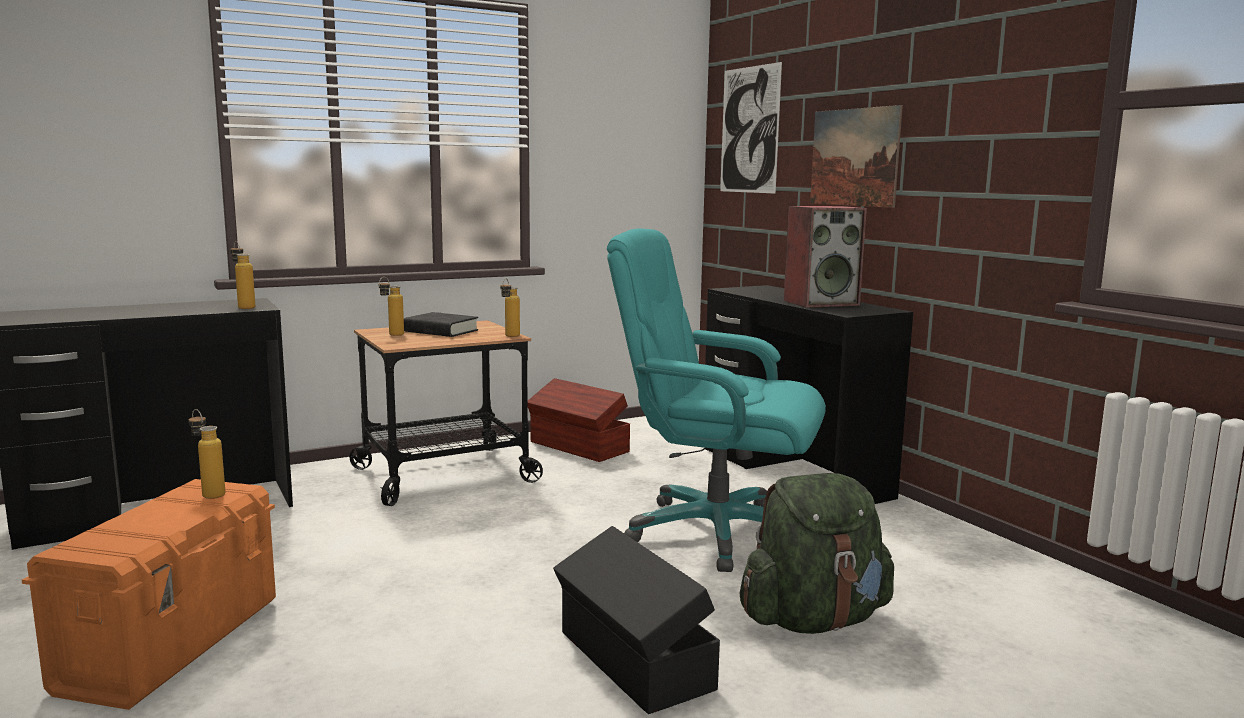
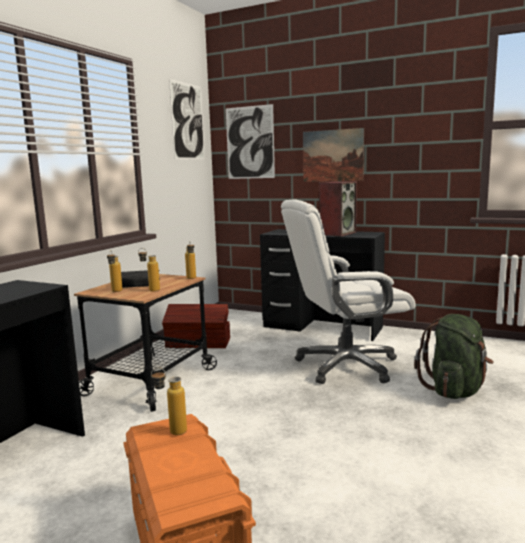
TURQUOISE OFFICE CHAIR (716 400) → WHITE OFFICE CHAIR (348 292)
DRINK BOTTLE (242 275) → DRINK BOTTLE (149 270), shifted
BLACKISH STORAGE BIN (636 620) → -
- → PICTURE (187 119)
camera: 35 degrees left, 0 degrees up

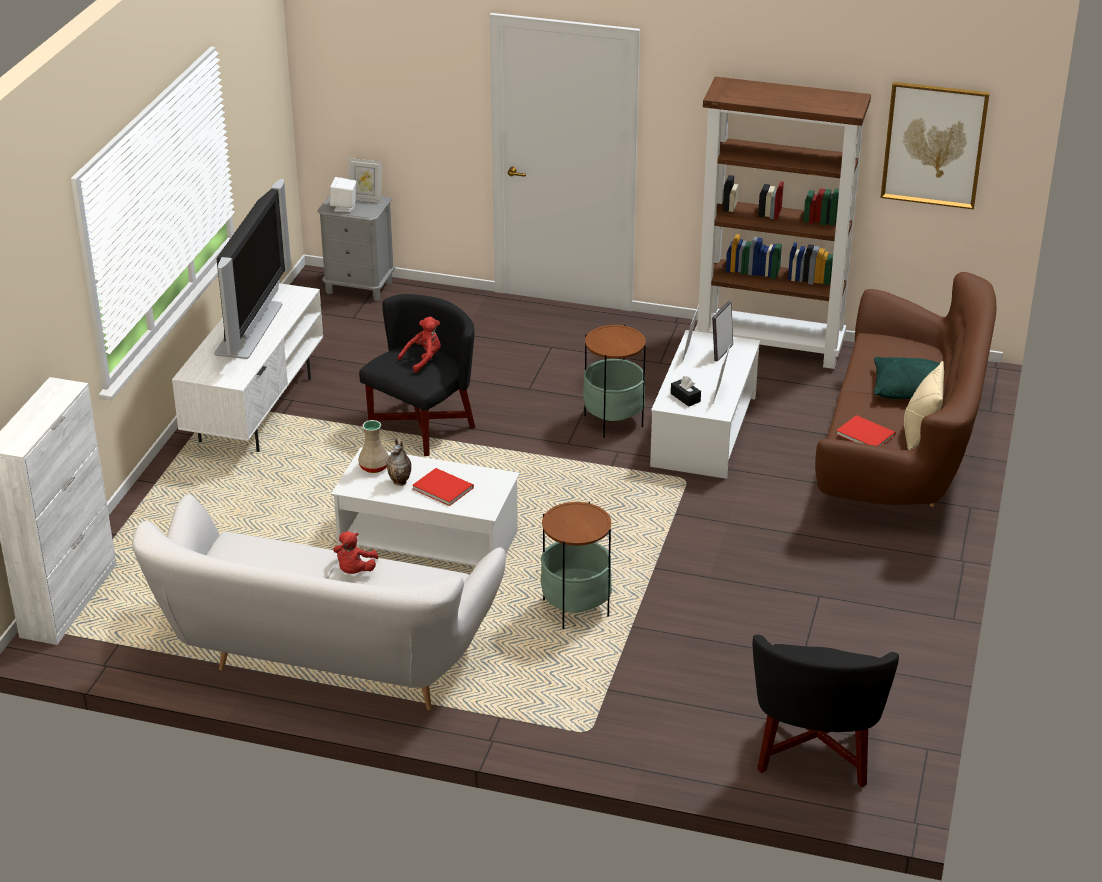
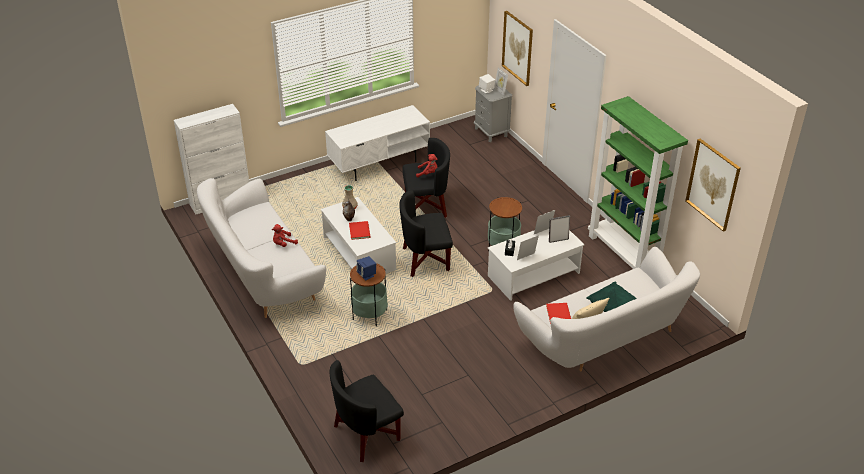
BROWNISH SHELVING UNIT (782 223) → GREEN SHELVING UNIT (638 182)
TV (252 269) → -
BROWNISH SETTEE (905 389) → WHITE SETTEE (606 309)
- → PICTURE (517 48)
- → BLACKISH LOUNGE CHAIR (426 233)
- → BLUE-COLOURED AUDIO SPEAKER (366 268)
camera: 45 degrees right, 5 degrees up

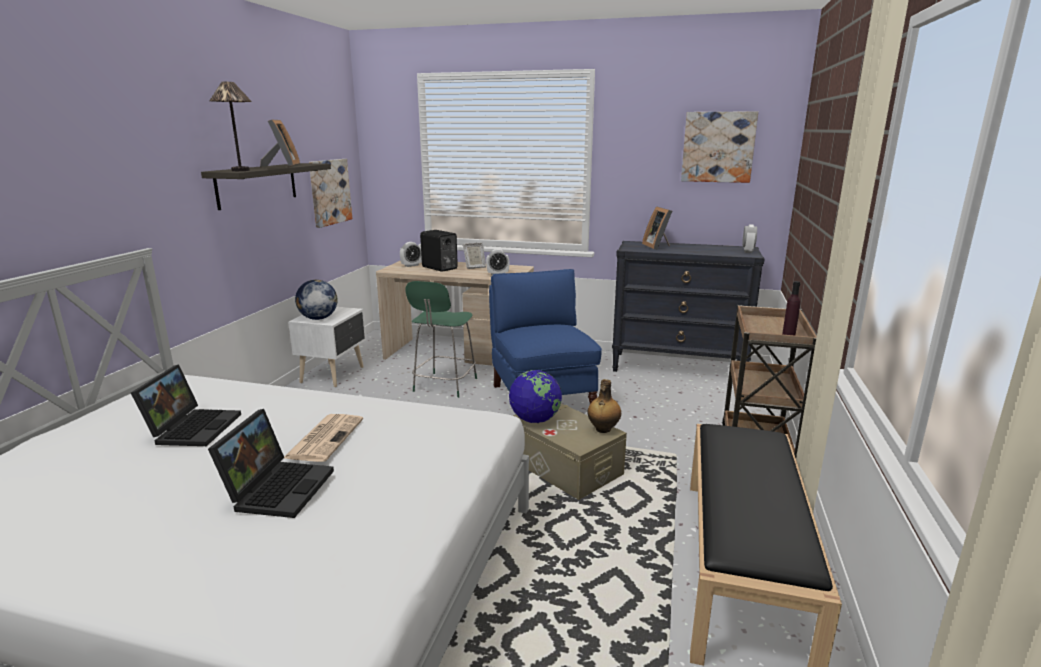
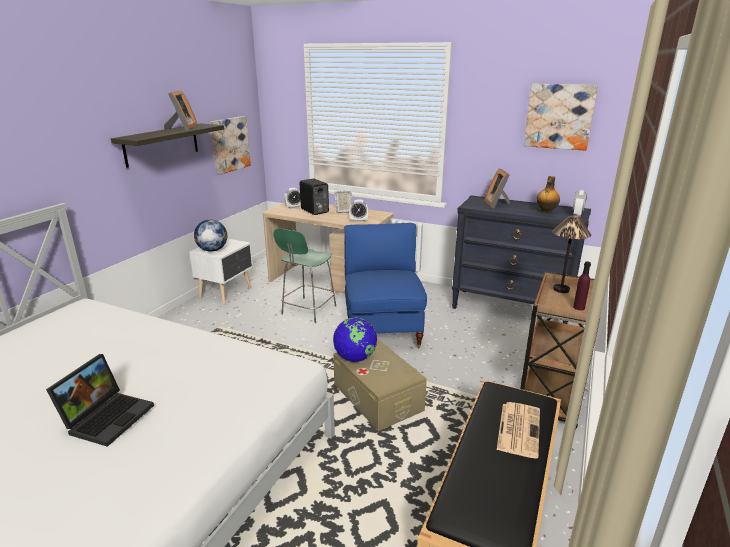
TABLETOP LAMP (230 126) → TABLETOP LAMP (571 254), shifted
LAPTOP (186 405) → -
DRINK BOTTLE (604 406) → DRINK BOTTLE (548 194), shifted
PRINTED PAPER (323 438) → PRINTED PAPER (518 430), shifted
camera: 10 degrees right, 5 degrees up

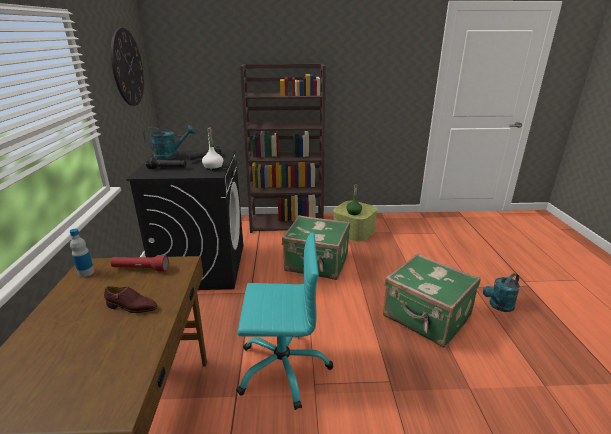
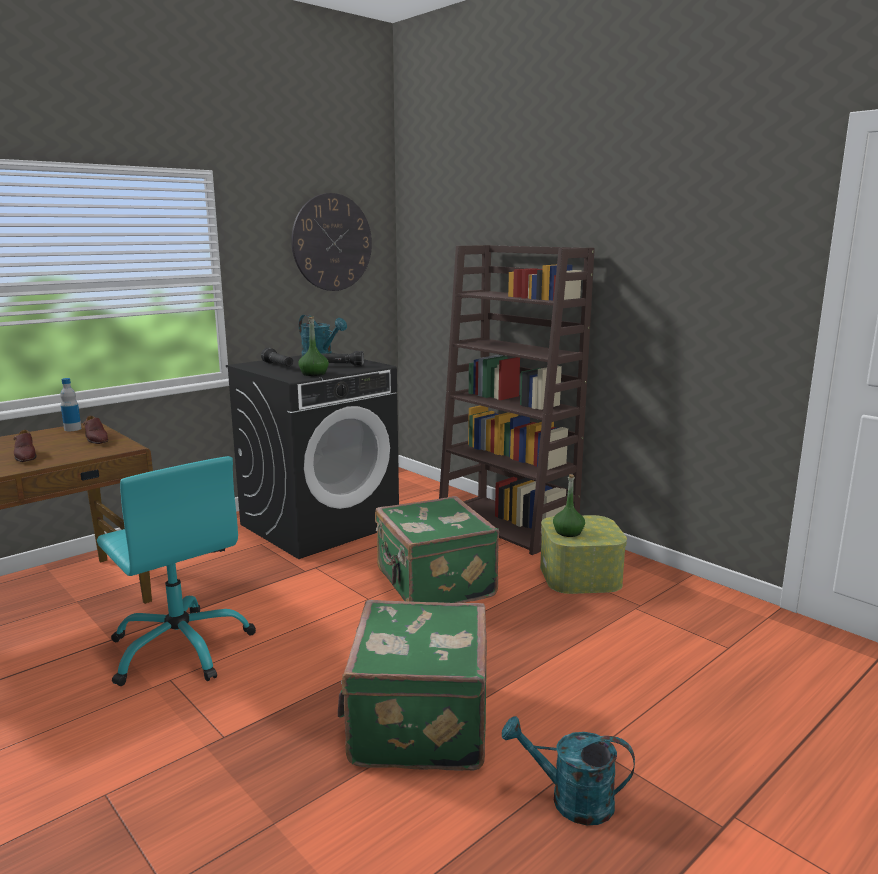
WHITE DRINK BOTTLE (212 149) → GREEN DRINK BOTTLE (313 346)
RED-COLOURED HAND TORCH (140 263) → BROWNISH SHOE (95 430)
camera: 50 degrees right, 10 degrees down

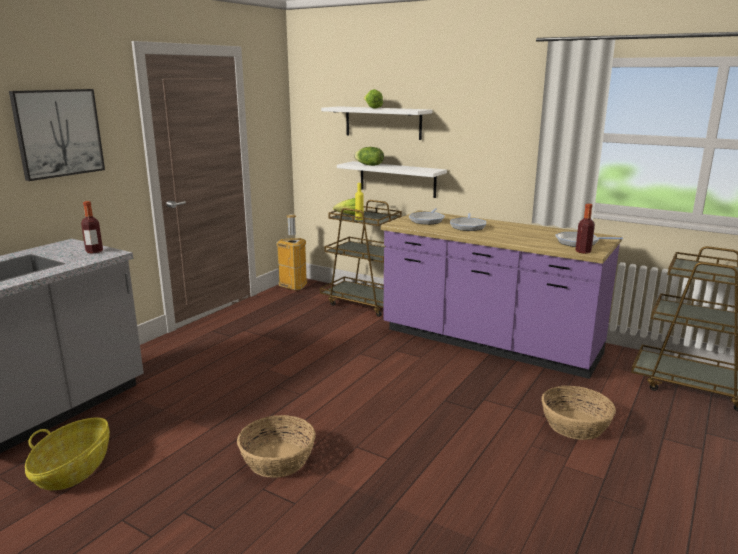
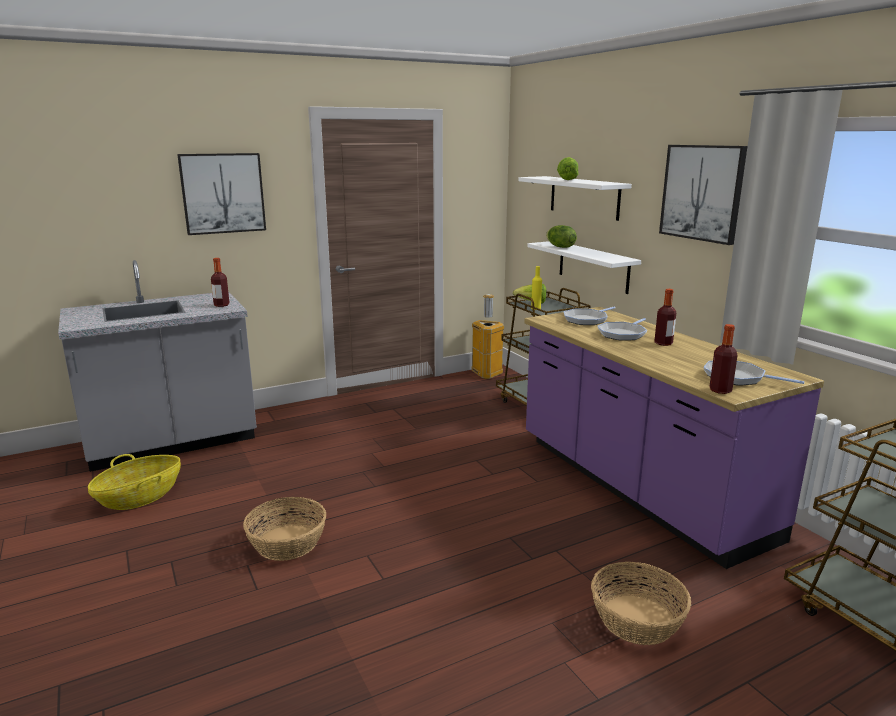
- → PICTURE (703 195)
- → DRINK BOTTLE (665 317)
camera: 30 degrees right, 0 degrees up

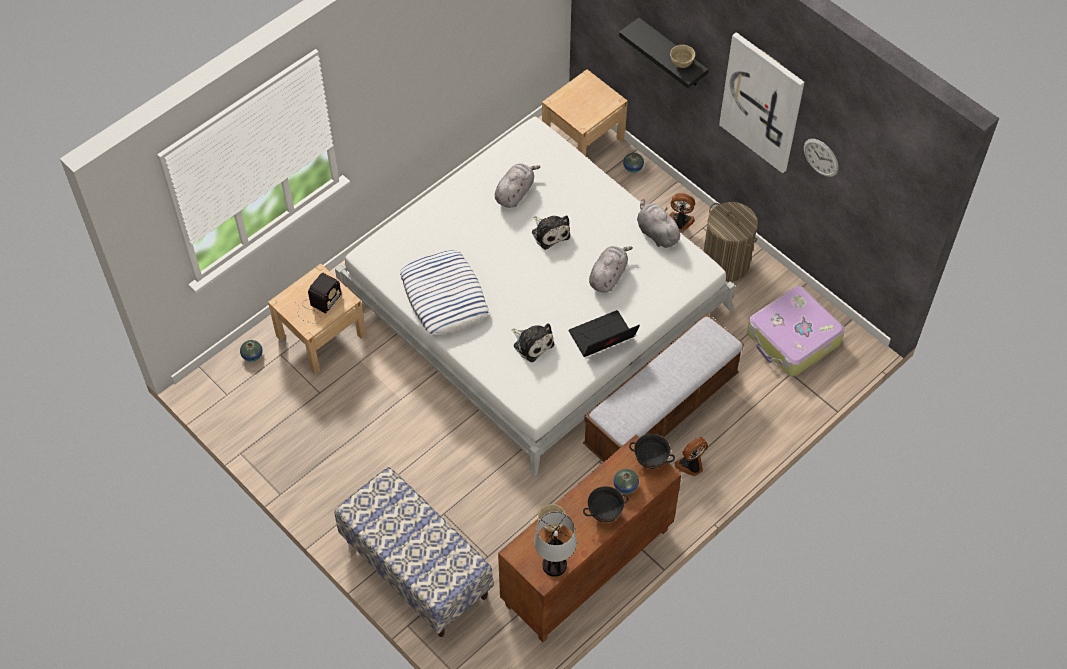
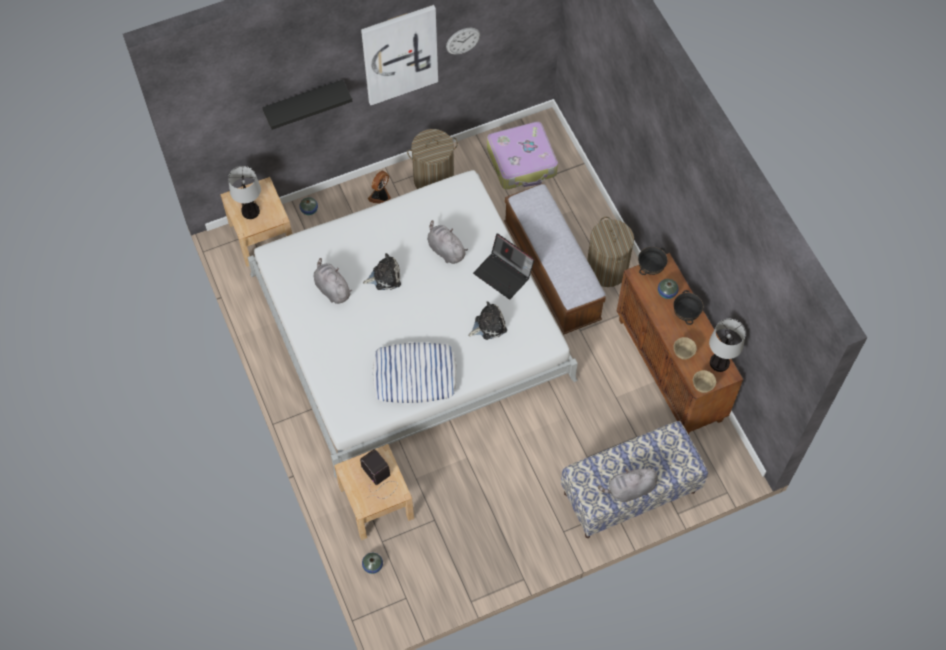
SAND-COLOURED BOWL (682 56) → SAND-COLOURED BOWL (704 381), shifted
GREY SOFT TOY (660 223) → GREY SOFT TOY (628 484), shifted
LAPTOP (604 333) → LAPTOP (504 266), 45 degrees counterclockwise
FAN (691 457) → HAMPER (610 252)
- → TABLETOP LAMP (244 192)
camera: 70 degrees left, 5 degrees up

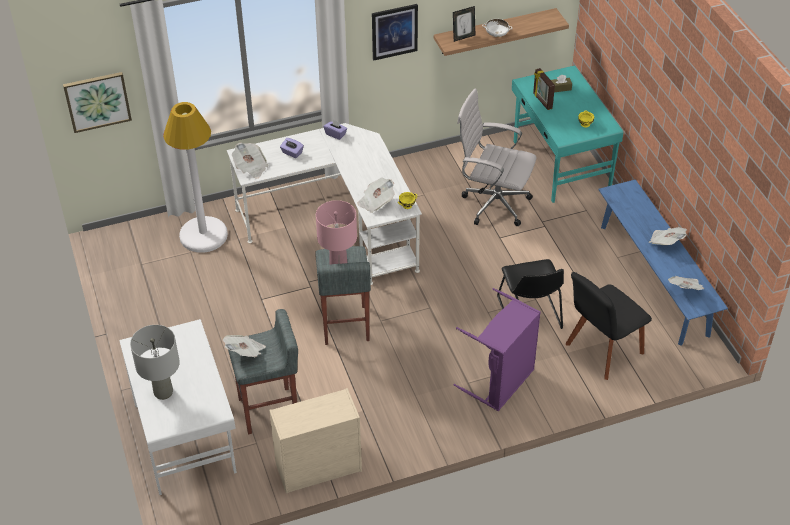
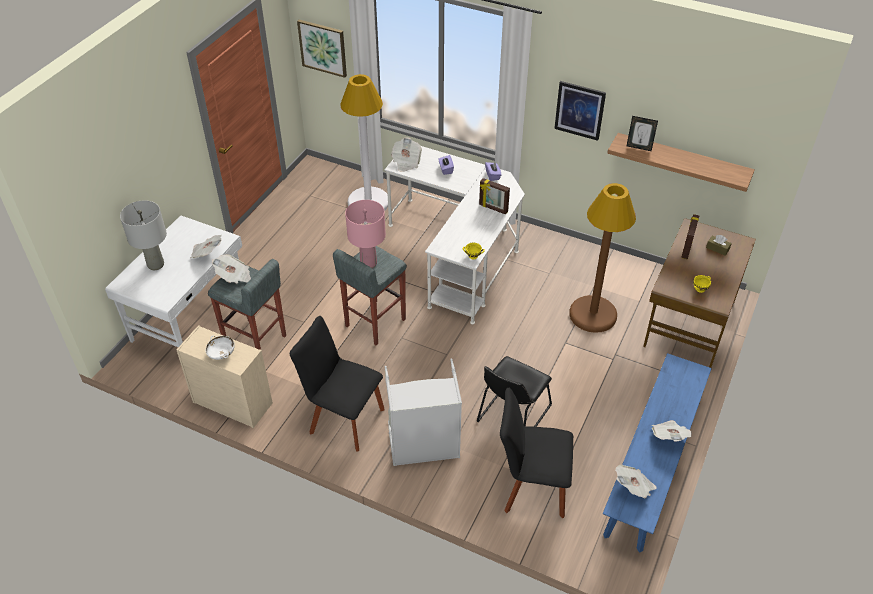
WHITE BOWL (497 28) → WHITE BOWL (220 348), shifted
TURQUOISE DESK (568 134) → BROWNISH DESK (699 293)
WHITE OFFICE CHAIR (496 157) → BROWNISH STANDING LAMP (602 258)
PRINTED PAPER (376 195) → PRINTED PAPER (206 246), shifted
PURPLE-COLOURED HAMPER (497 349) → GREY HAMPER (423 412)
- → PHOTO FRAME (494 196)
- → BLACKISH UPRIGHT CHAIR (337 383)
camera: 45 degrees right, 0 degrees up

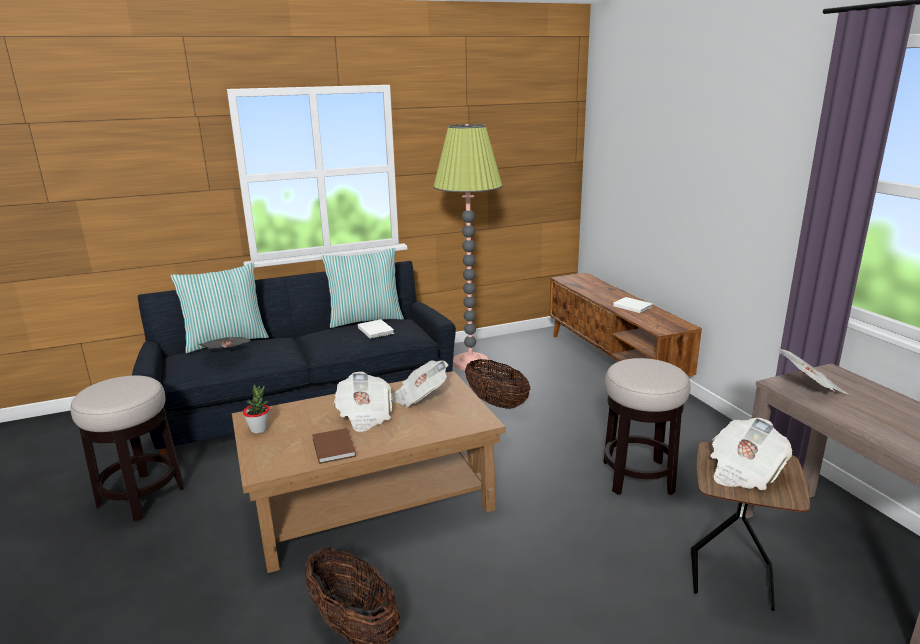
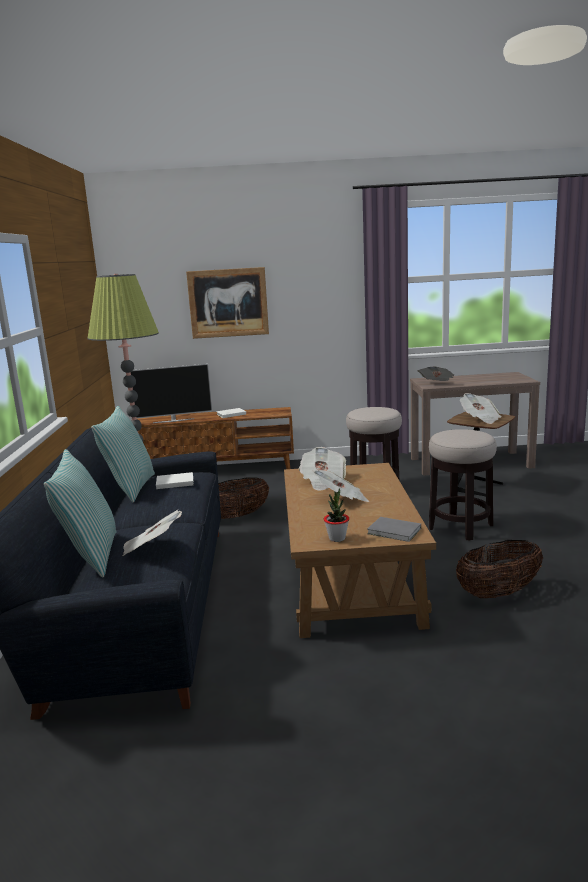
STOOL (127 448) → STOOL (463 485), shifted
BROWNISH BOOK (334 446) → -
- → PICTURE (227 303)
- → TV (172 393)
- → GREY BOOK (394 529)
camera: 70 degrees left, 5 degrees down

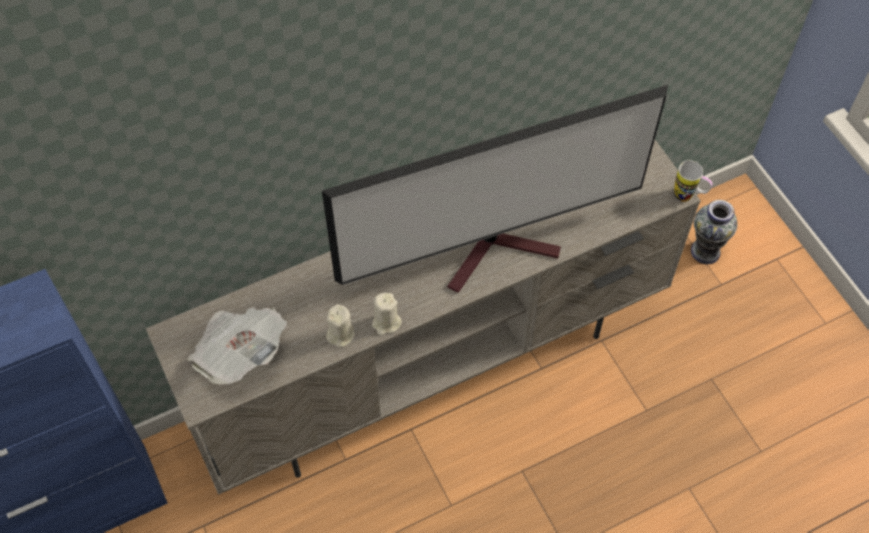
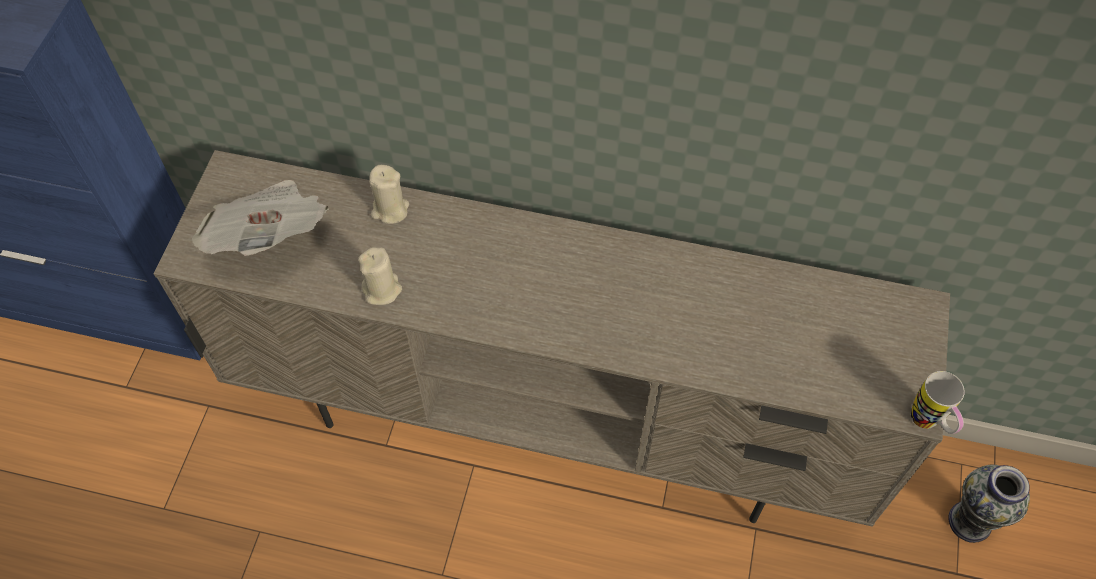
TV (495 189) → -
SAND-COLOURED WAX CANDLE (387 314) → SAND-COLOURED WAX CANDLE (389 194), shifted
camera: 40 degrees right, 0 degrees up

